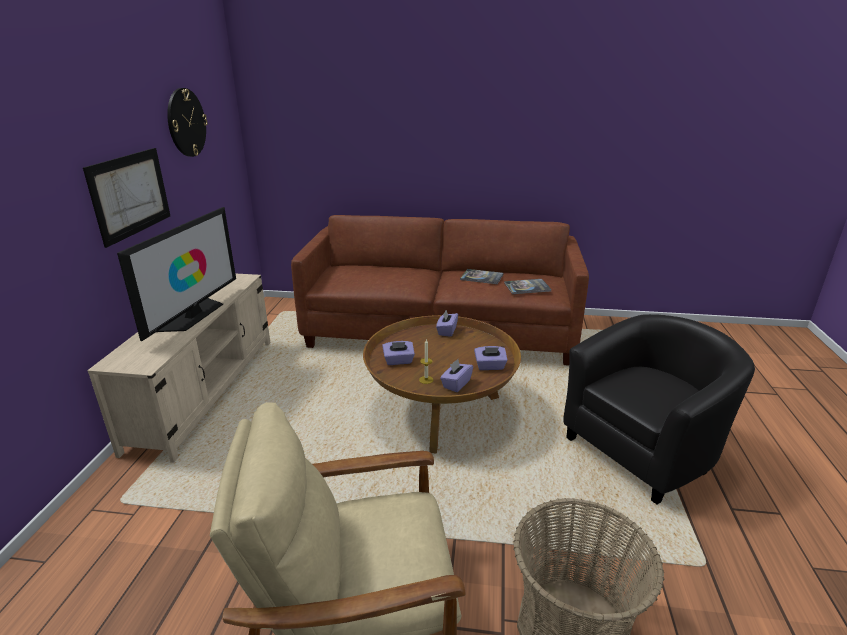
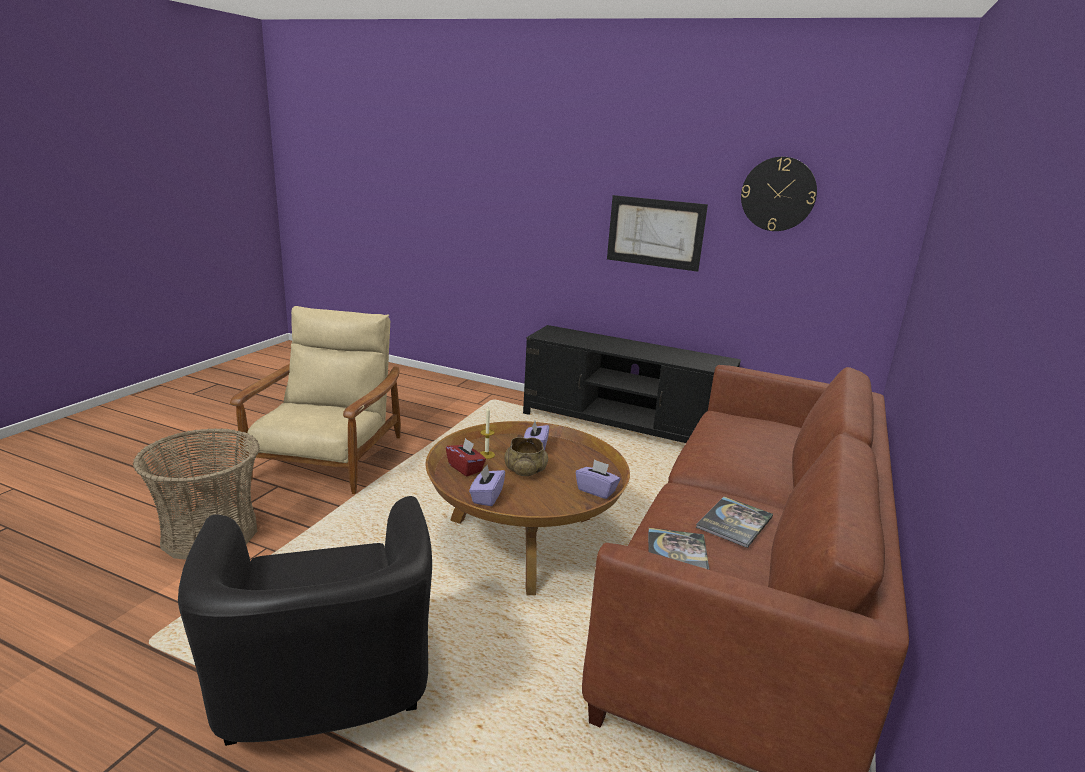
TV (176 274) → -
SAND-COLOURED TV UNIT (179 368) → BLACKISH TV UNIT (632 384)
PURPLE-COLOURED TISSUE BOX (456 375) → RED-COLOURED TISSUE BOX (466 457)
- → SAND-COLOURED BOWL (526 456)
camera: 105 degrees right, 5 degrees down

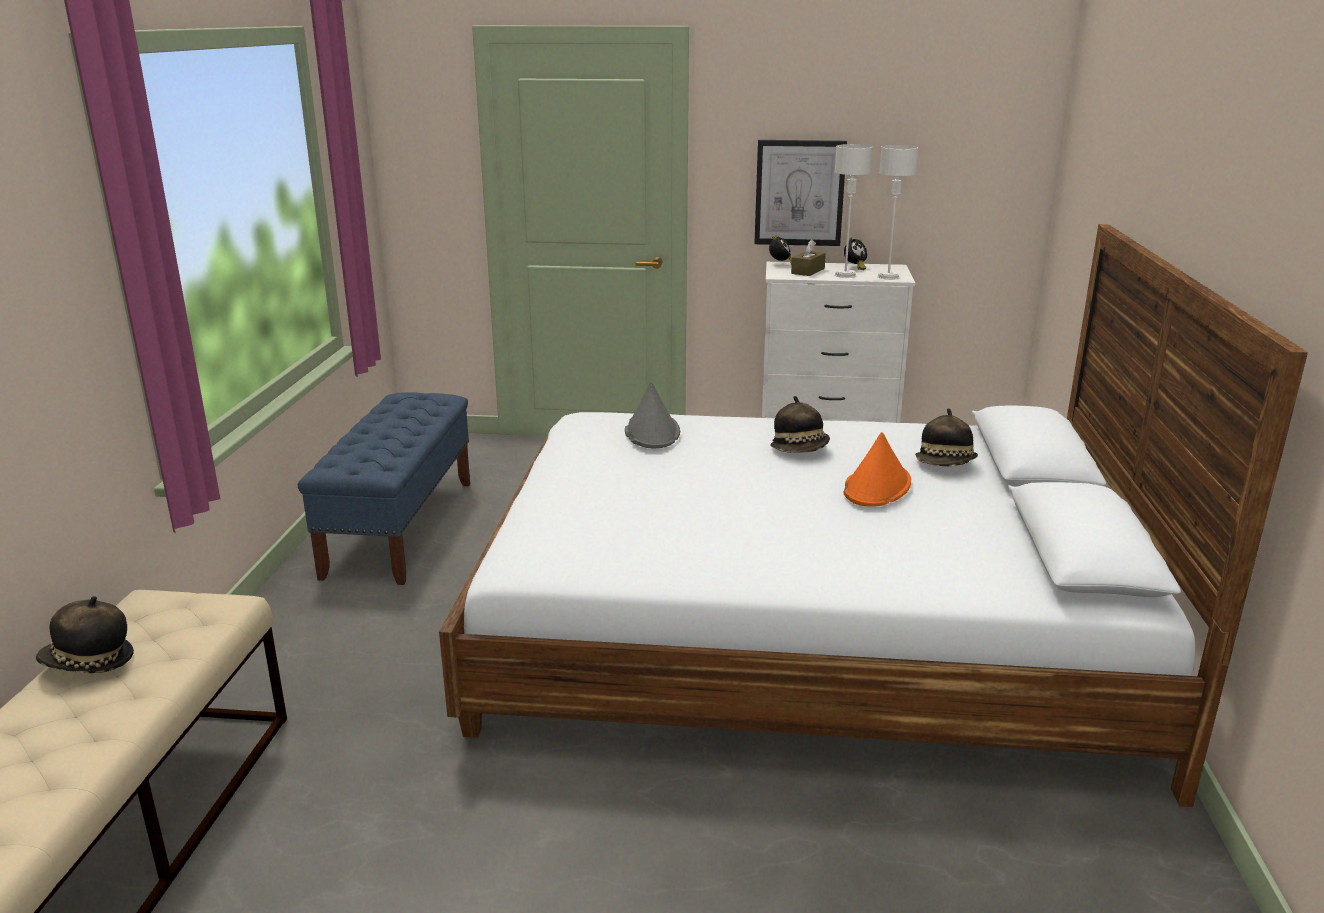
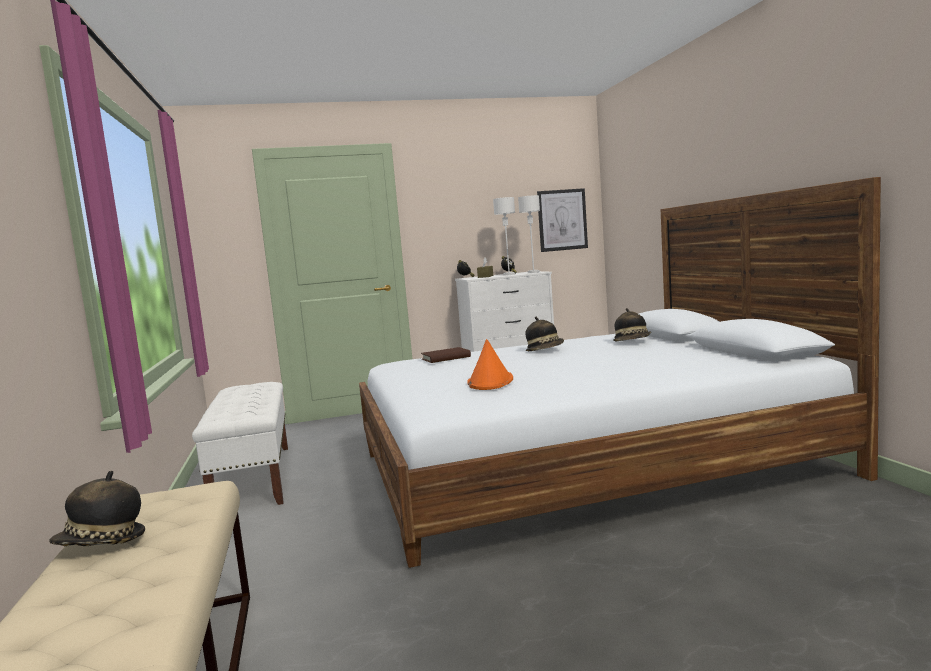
PICTURE (800 193) → PICTURE (562 220), shifted
GREY WEARABLE HAT (652 415) → BROWNISH BOOK (446 355)
BLUE-COLOURED BENCH (384 488) → WHITE BENCH (240 443)
ORANGE WEARABLE HAT (877 469) → ORANGE WEARABLE HAT (490 364), shifted
camera: 20 degrees left, 15 degrees down

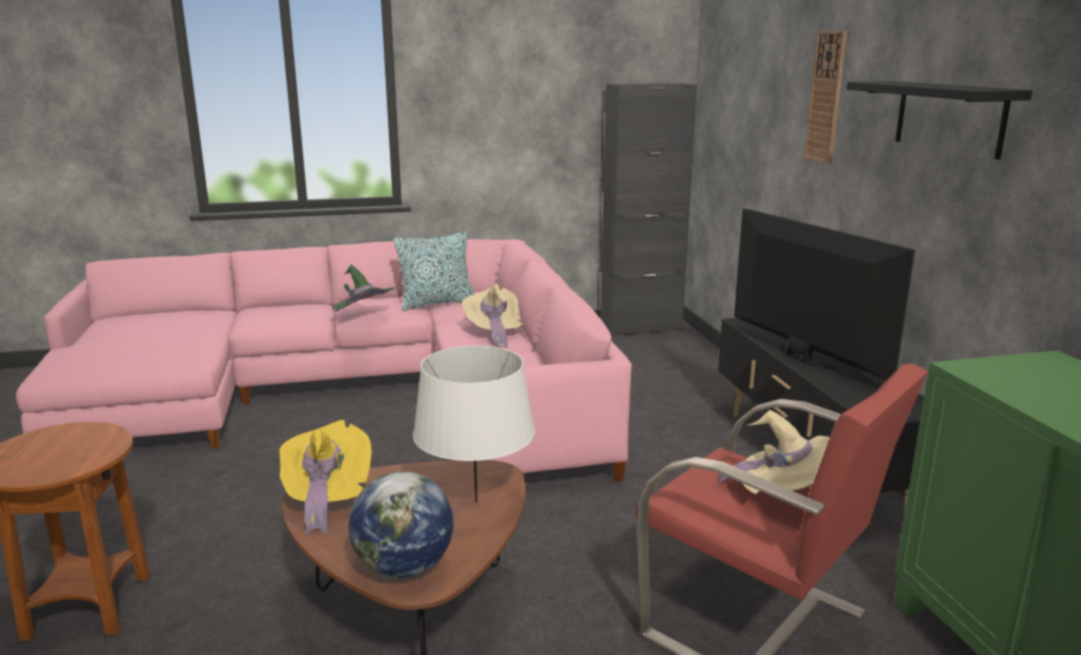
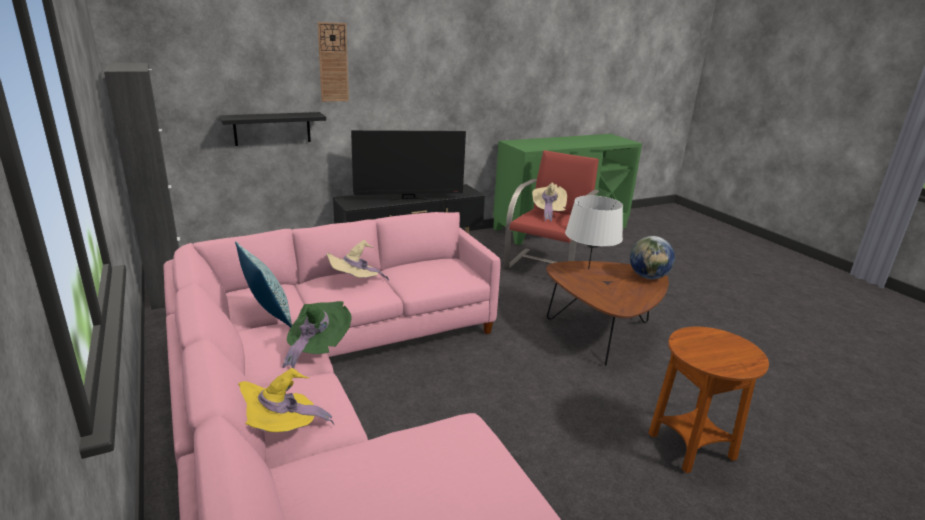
BLACKISH WALL SHELF (939 120) → BLACKISH WALL SHELF (272 129), shifted
TV (824 294) → TV (408 165), 150 degrees counterclockwise
YELLOW WEARABLE HAT (325 477) → YELLOW WEARABLE HAT (286 400), shifted
camera: 105 degrees left, 5 degrees up

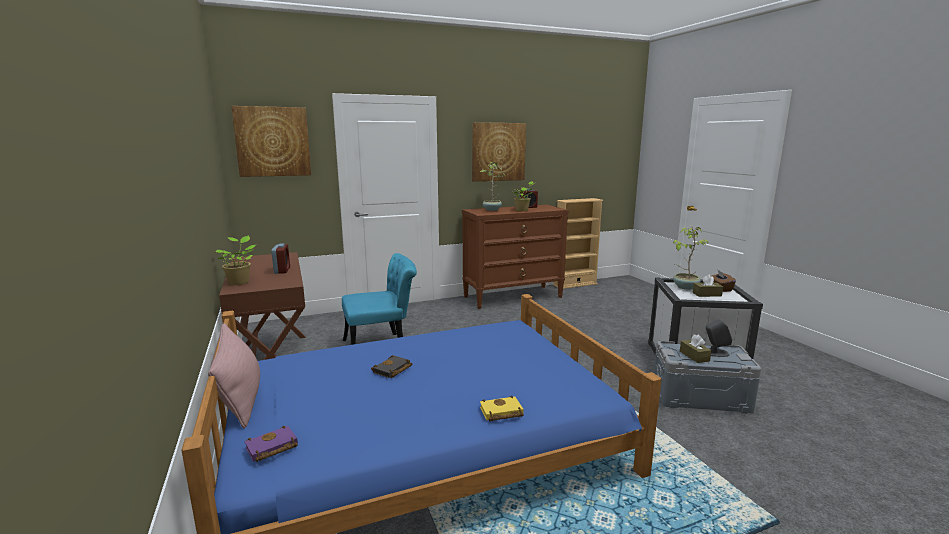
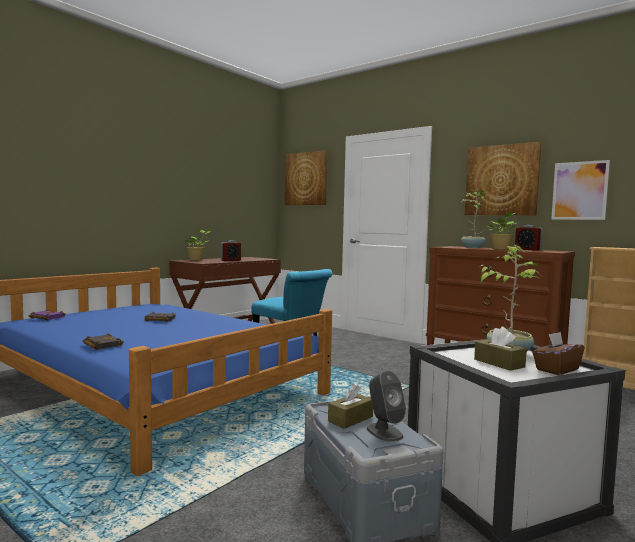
PINK-COLOURED THROW PILLOW (234 375) → -
YELLOW BOOK (502 409) → BLACKISH BOOK (103 341)
- → PICTURE (580 190)
camera: 60 degrees right, 10 degrees down

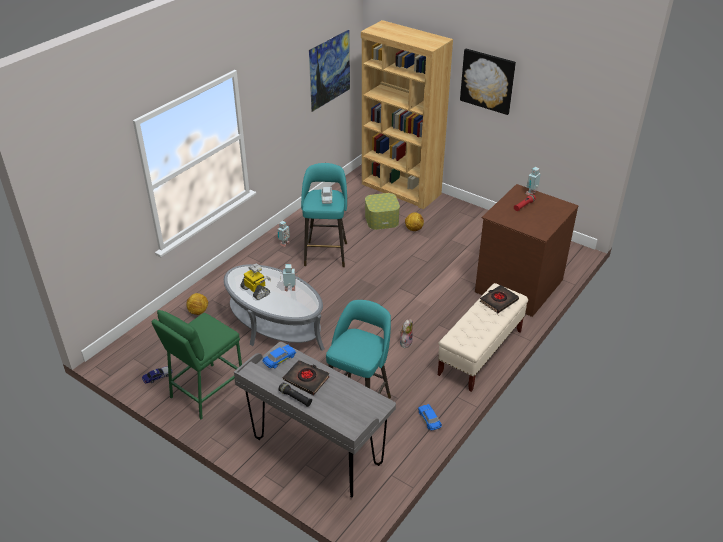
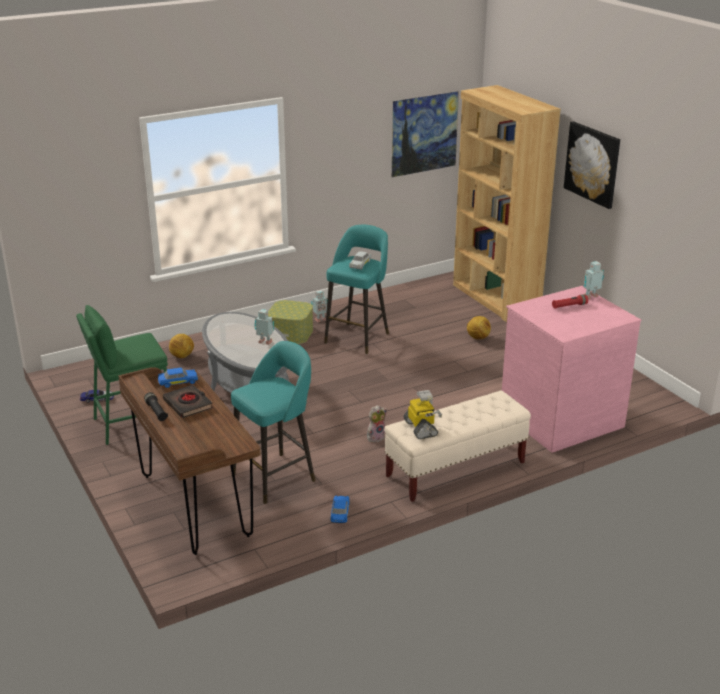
BROWNISH DRESSER (526 250) → PINK-COLOURED DRESSER (571 369)
STORAGE BIN (382 211) → STORAGE BIN (290 322), shifted
MODEL ROBOT (255 282) → MODEL ROBOT (423 414), shifted
BLACKISH BOOK (499 299) → -
GREY DESK (315 420) → BROWNISH DESK (189 461)
camera: 25 degrees right, 10 degrees down

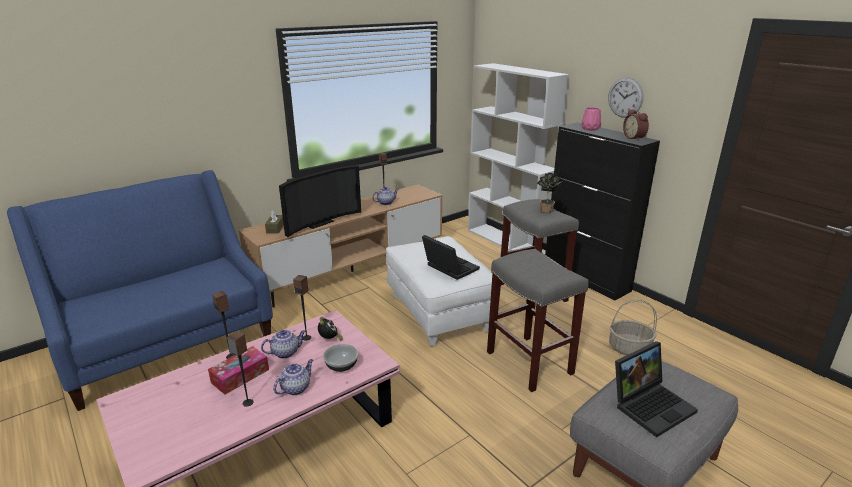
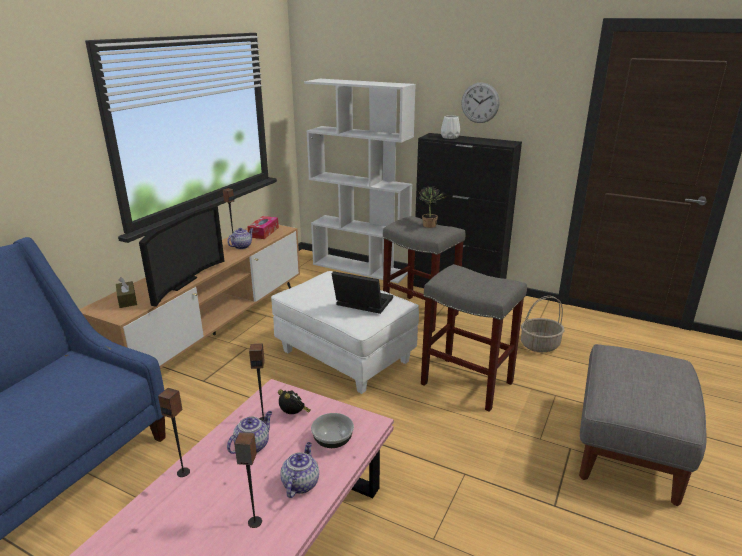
PINK-COLOURED FLOWER VASE (591 119) → WHITE FLOWER VASE (450 127)
ALARM CLOCK (636 125) → -
LAPTOP (656 389) → -
TISSUE BOX (238 370) → TISSUE BOX (263 227), shifted
camera: 25 degrees left, 0 degrees up

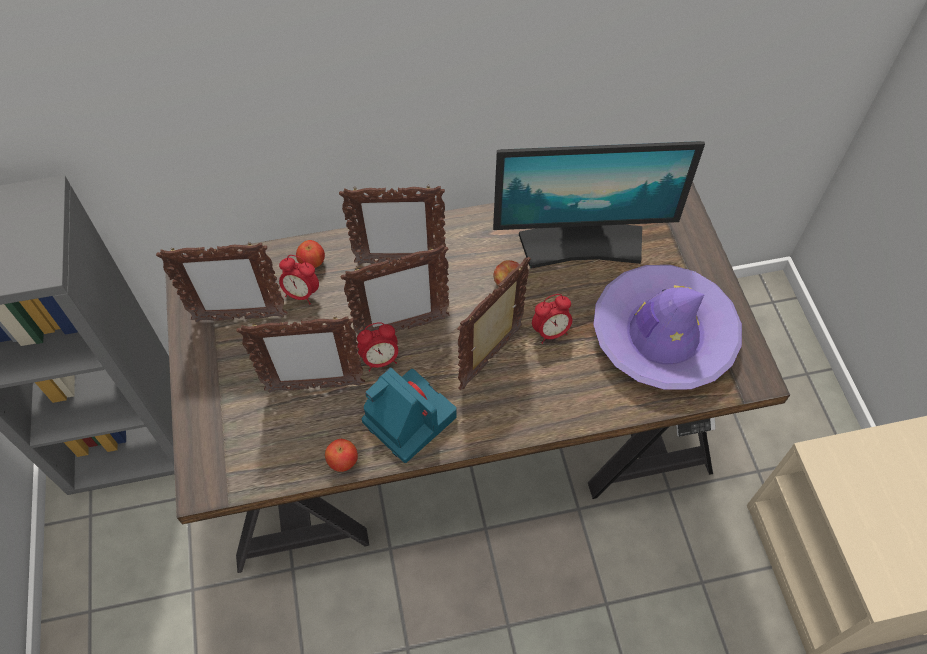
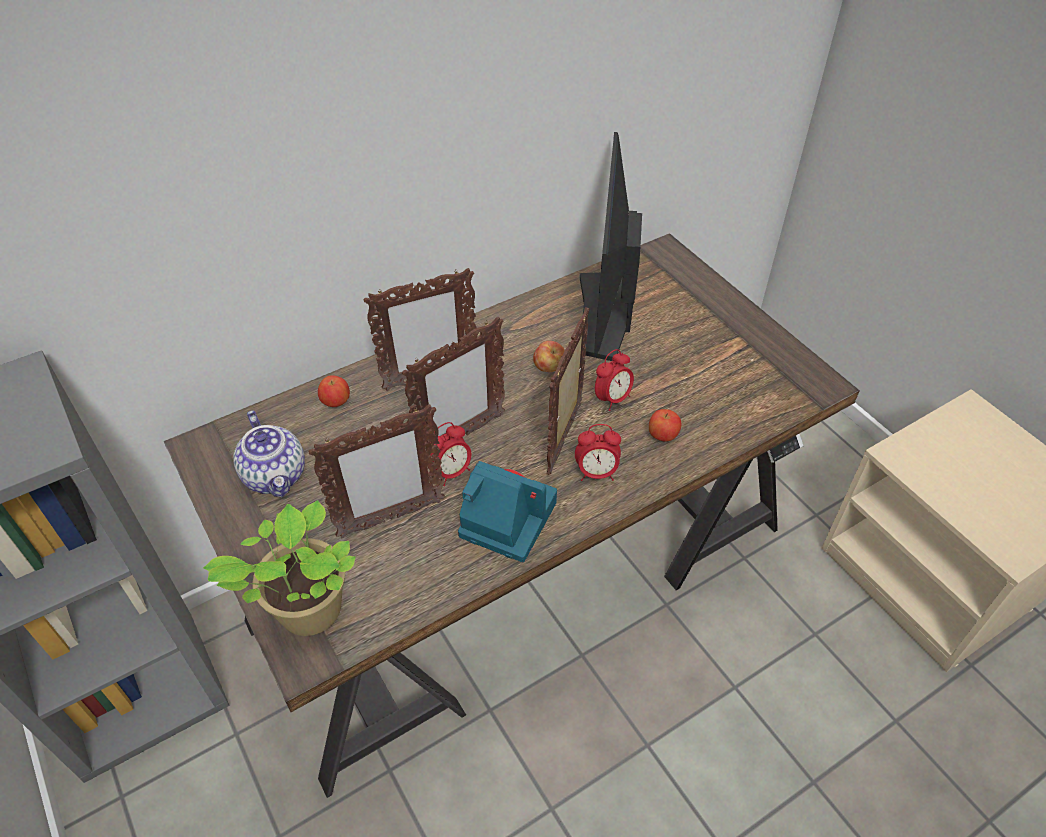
COMPUTER SCREEN (599 205) → COMPUTER SCREEN (610 246), 120 degrees clockwise
PHOTO FRAME (222 282) → TEAPOT (269 454)
ALARM CLOCK (299 279) → ALARM CLOCK (598 452), shifted
PURPLE-COLOURED WEARABLE HAT (668 327) → -
APPLE (341 455) → APPLE (665 425), shifted
- → POTTED PLANT (279 568)
camera: 20 degrees left, 10 degrees down

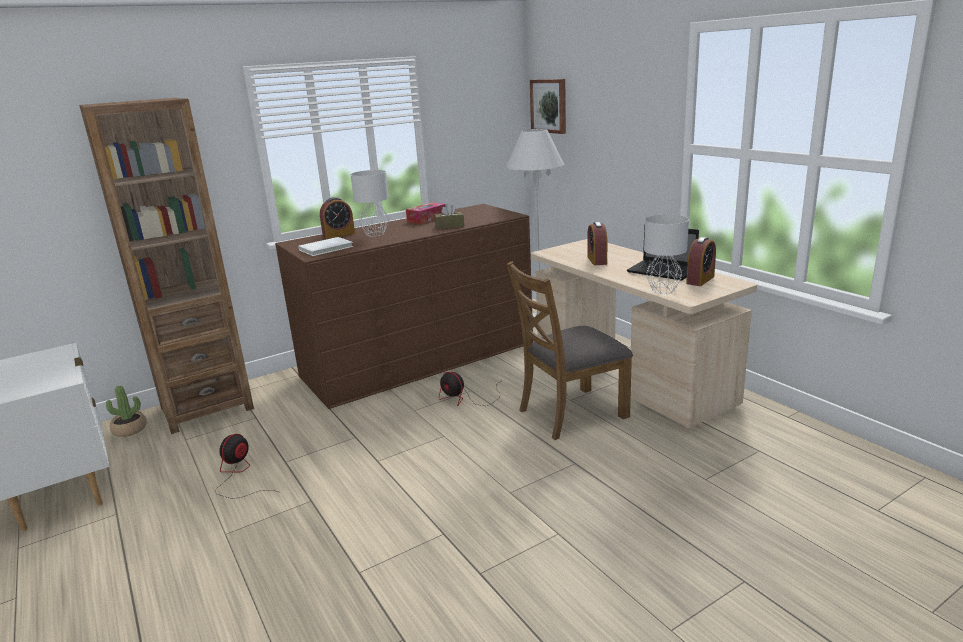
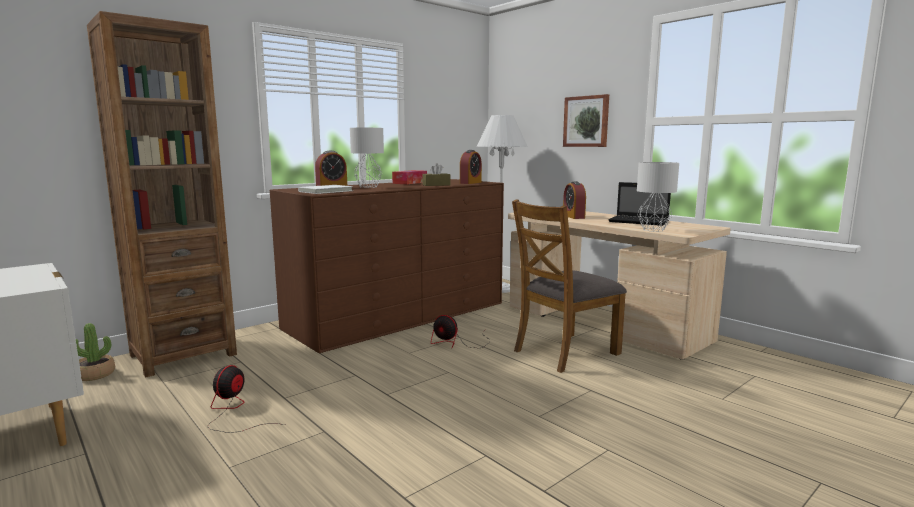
PICTURE (548 106) → PICTURE (586 120), shifted
ALARM CLOCK (701 261) → ALARM CLOCK (471 167), shifted
camera: 10 degrees left, 10 degrees down

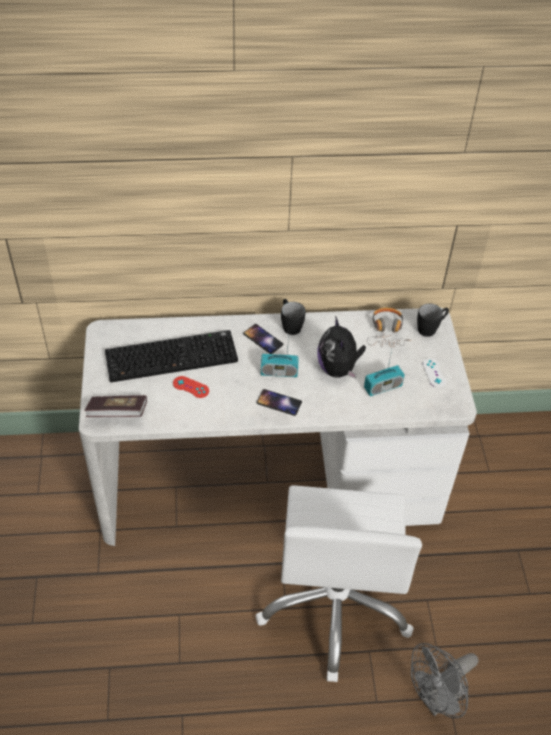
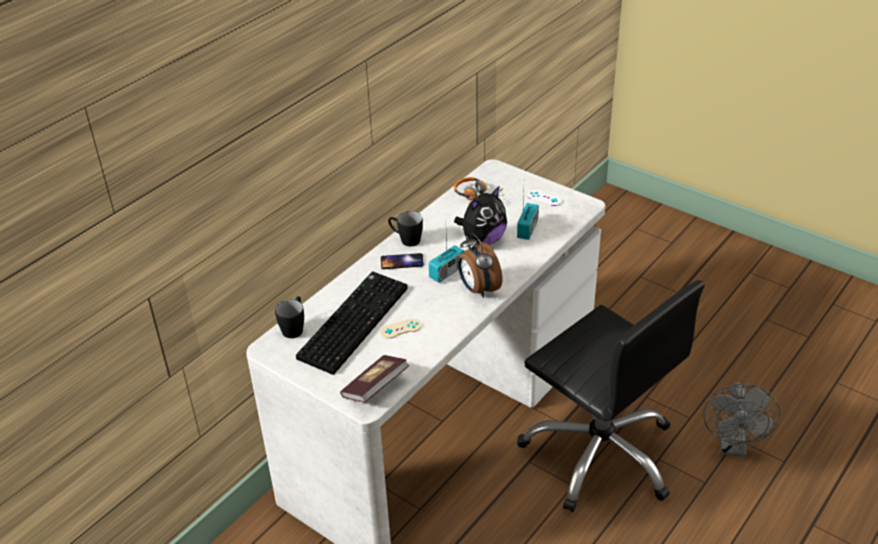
BLACKISH COFFEE MUG (433 320) → BLACKISH COFFEE MUG (289 317), shifted
SOFT TOY (341 347) → SOFT TOY (480 216), 75 degrees counterclockwise
RED-COLOURED GAME CONTROLLER (191 387) → SAND-COLOURED GAME CONTROLLER (401 329)
PHONE (279 402) → ALARM CLOCK (480 265)
WHITE OFFICE CHAIR (338 583) → BLACKISH OFFICE CHAIR (611 396)
camera: 45 degrees left, 10 degrees down

